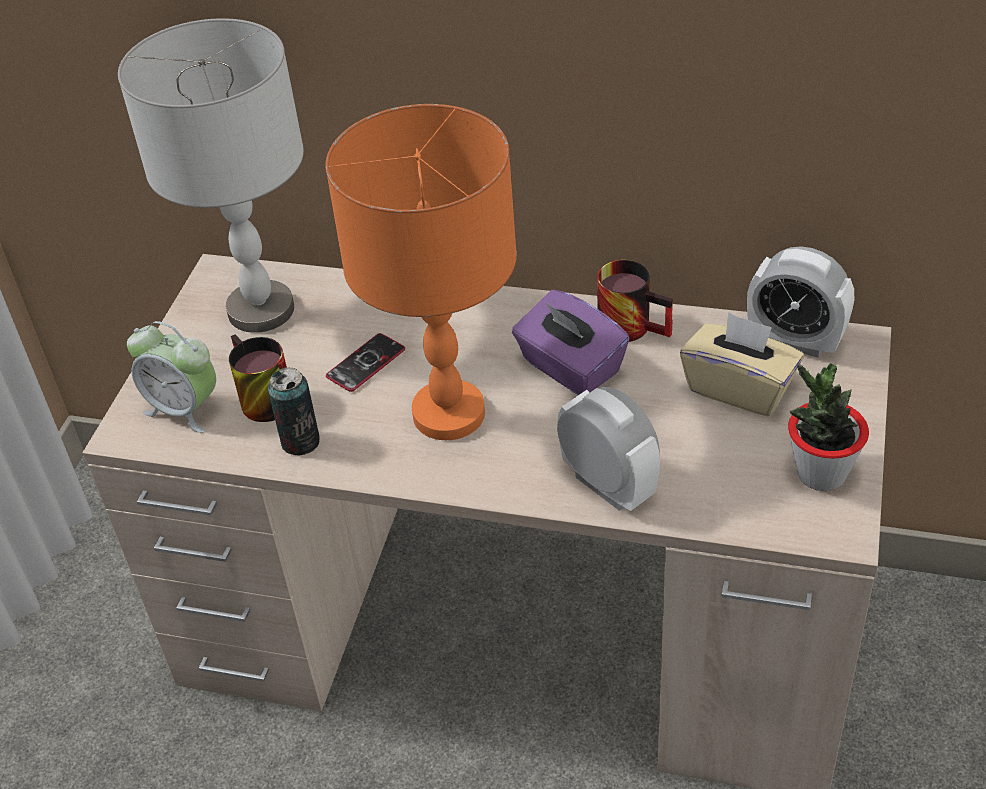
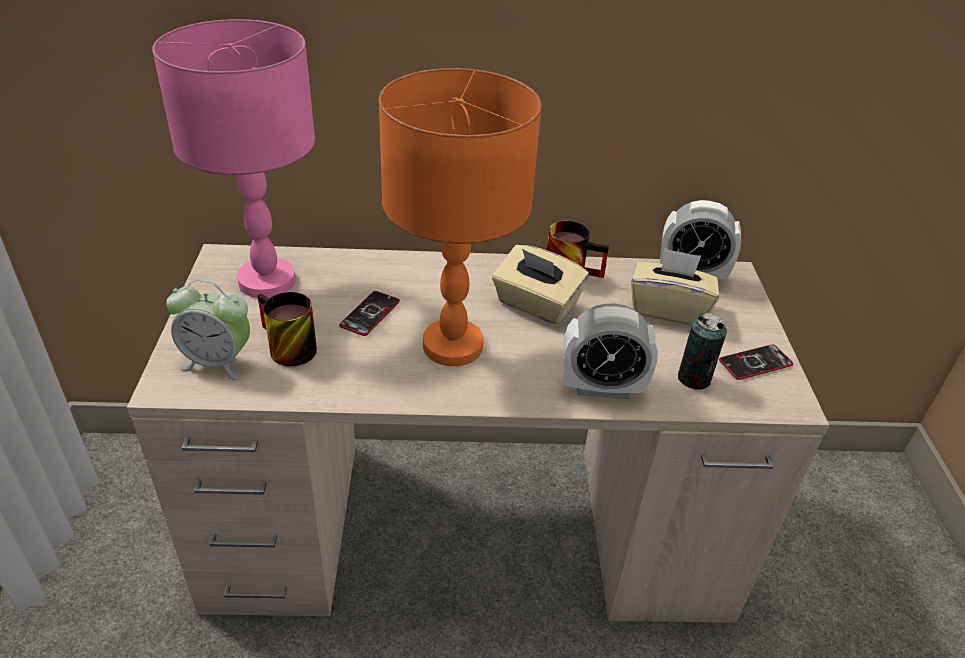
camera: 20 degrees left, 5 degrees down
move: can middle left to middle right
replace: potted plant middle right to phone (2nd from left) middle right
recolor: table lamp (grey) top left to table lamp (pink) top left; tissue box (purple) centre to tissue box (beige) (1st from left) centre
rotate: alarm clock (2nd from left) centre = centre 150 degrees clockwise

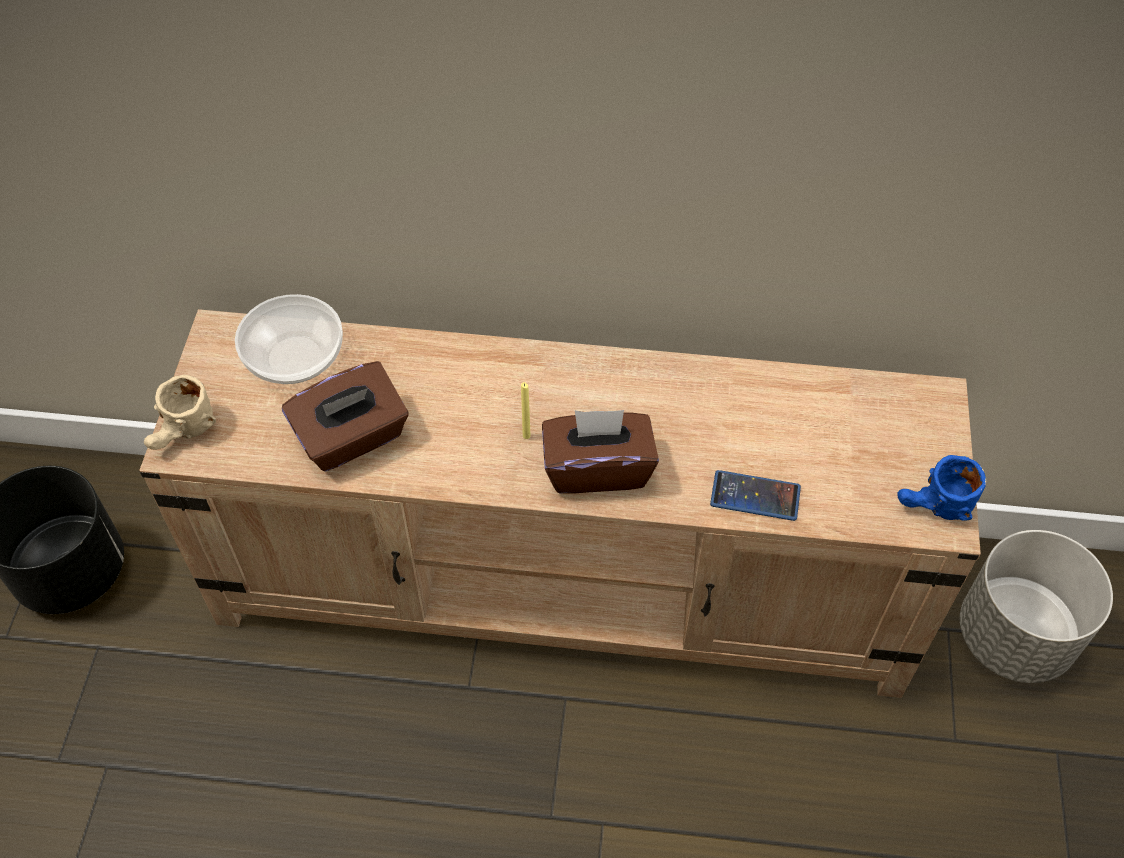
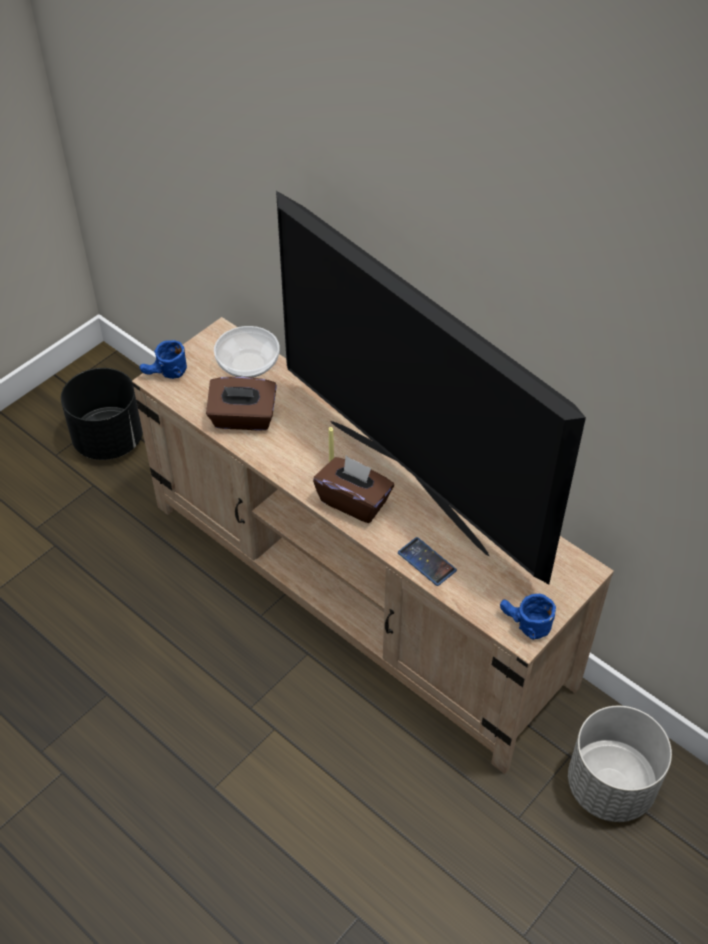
camera: 35 degrees right, 5 degrees down
insert: television centre
recolor: mug (beige) middle left to mug (blue) (1st from left) middle left

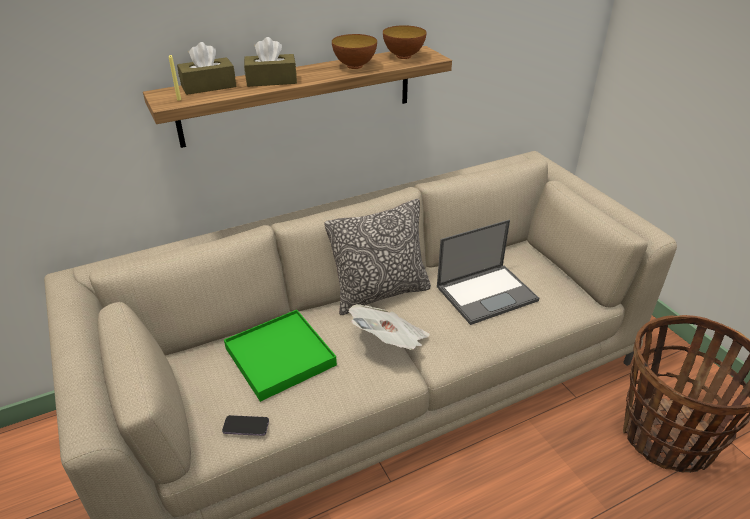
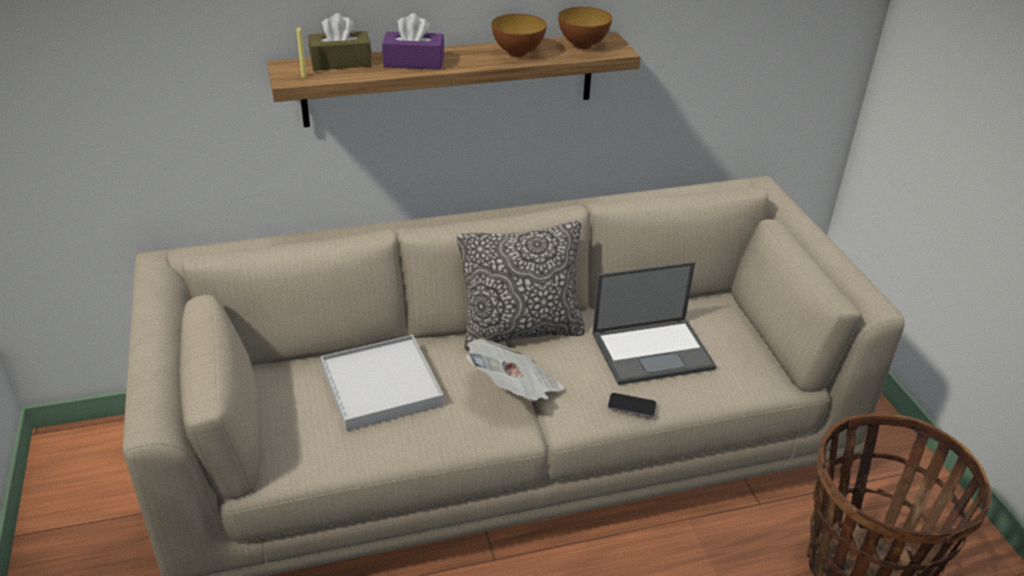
camera: 10 degrees right, 0 degrees up
move: phone bottom left to bottom centre
recolor: tray (green) bottom centre to tray (white) centre; tissue box (brown) (2nd from left) top centre to tissue box (purple) top centre

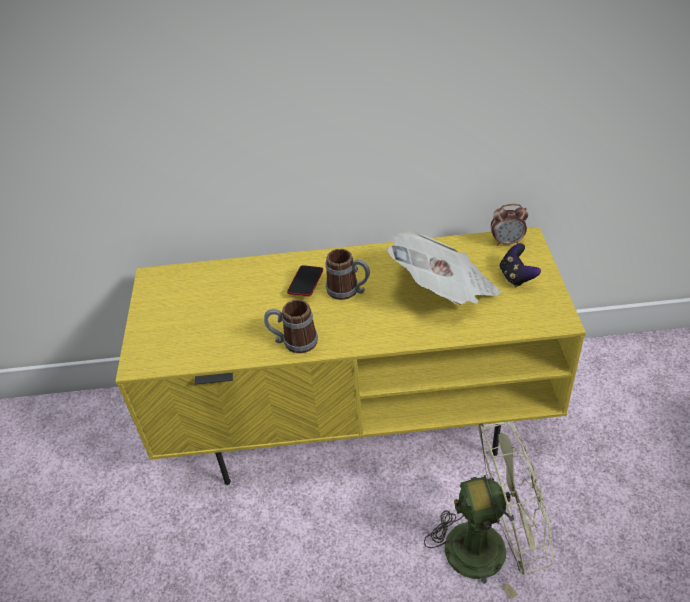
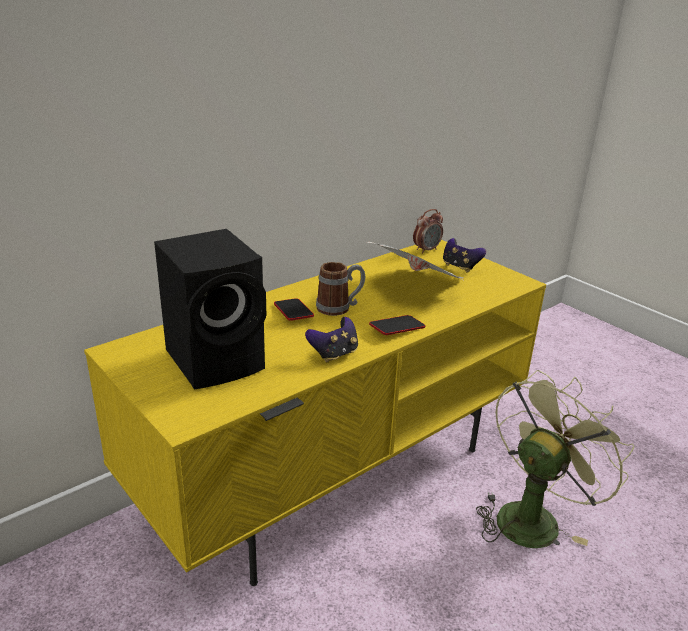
camera: 40 degrees left, 15 degrees down
insert: speaker (black) middle left; phone (2nd from left) centre
replace: mug (1st from left) centre to game controller (1st from left) centre

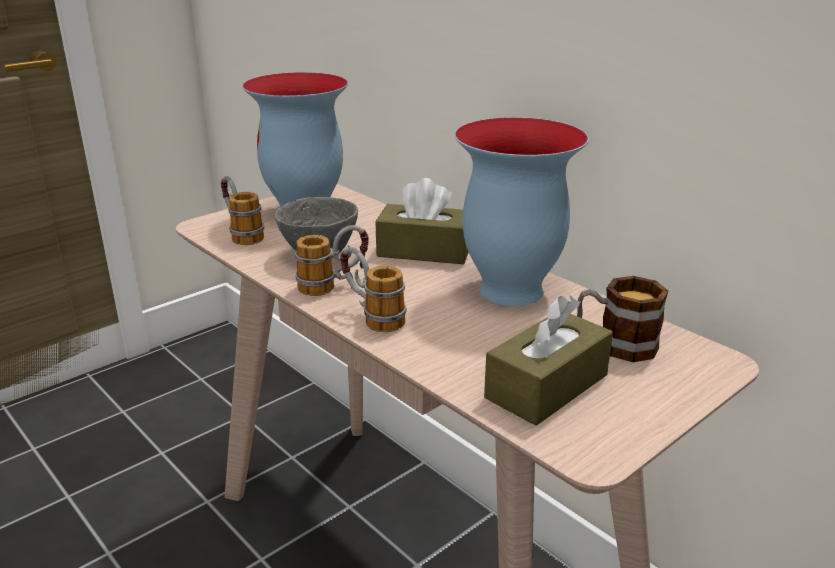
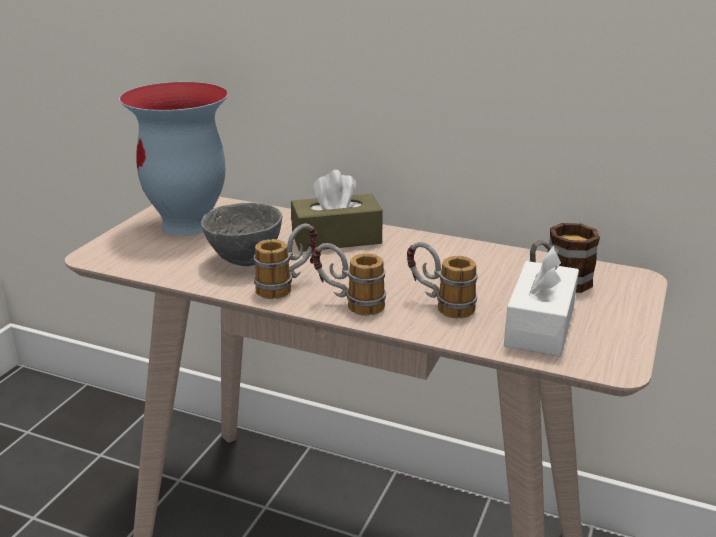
camera: 25 degrees left, 0 degrees up
delete: vase (2nd from left) centre
move: mug (1st from left in the first image) middle left to mug (3rd from left) centre
recolor: tissue box (brown) (2nd from left) centre to tissue box (white) middle right

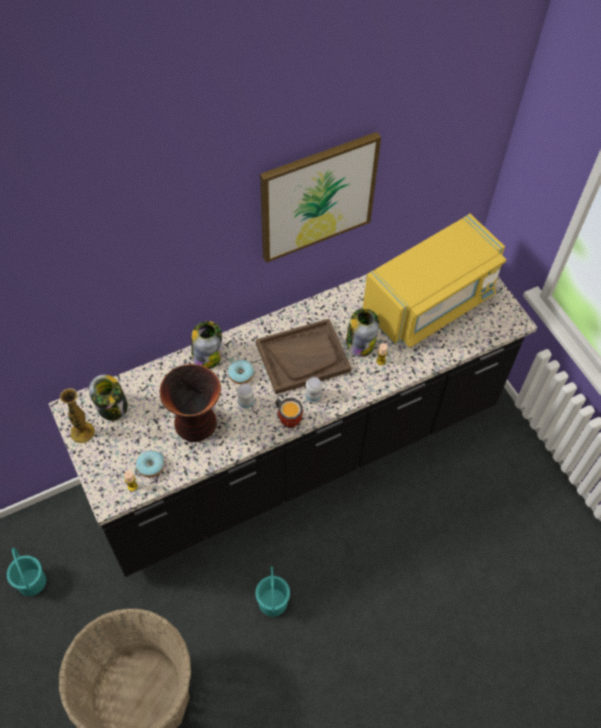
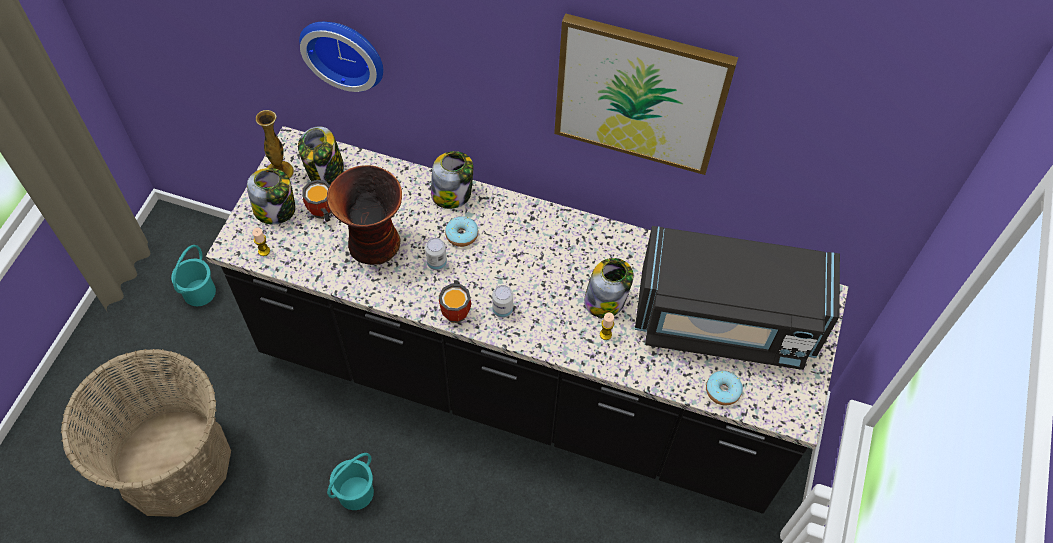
camera: 45 degrees right, 0 degrees up
delete: tray (brown) centre
insert: jar (1st from left) middle left; wall clock top left; mug (1st from left) middle left
move: donut (1st from left in the first image) middle left to donut (2nd from left) bottom right
recolor: microwave (yellow) middle right to microwave (black) middle right

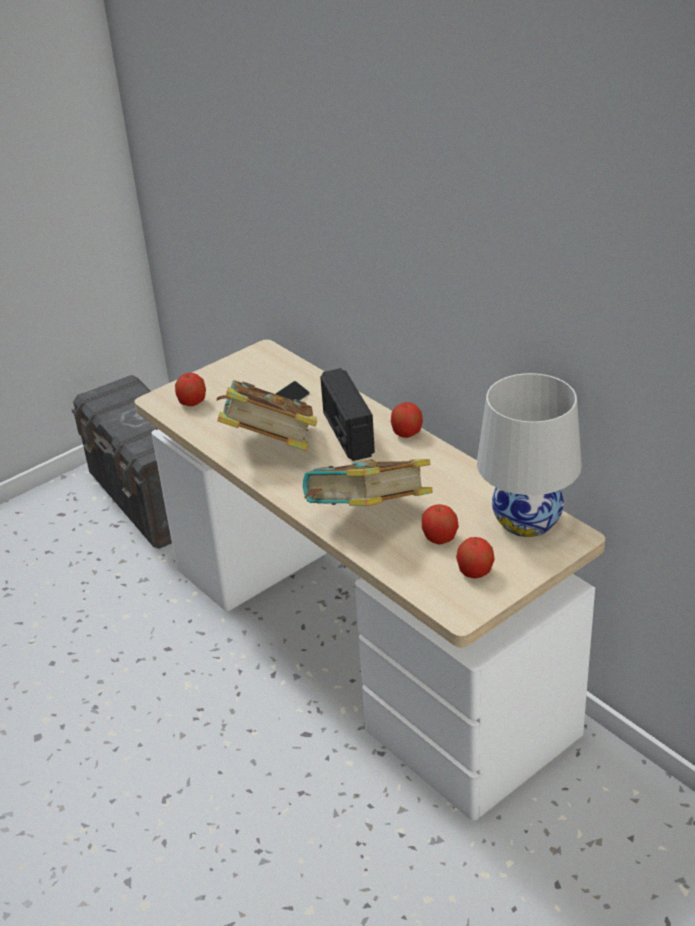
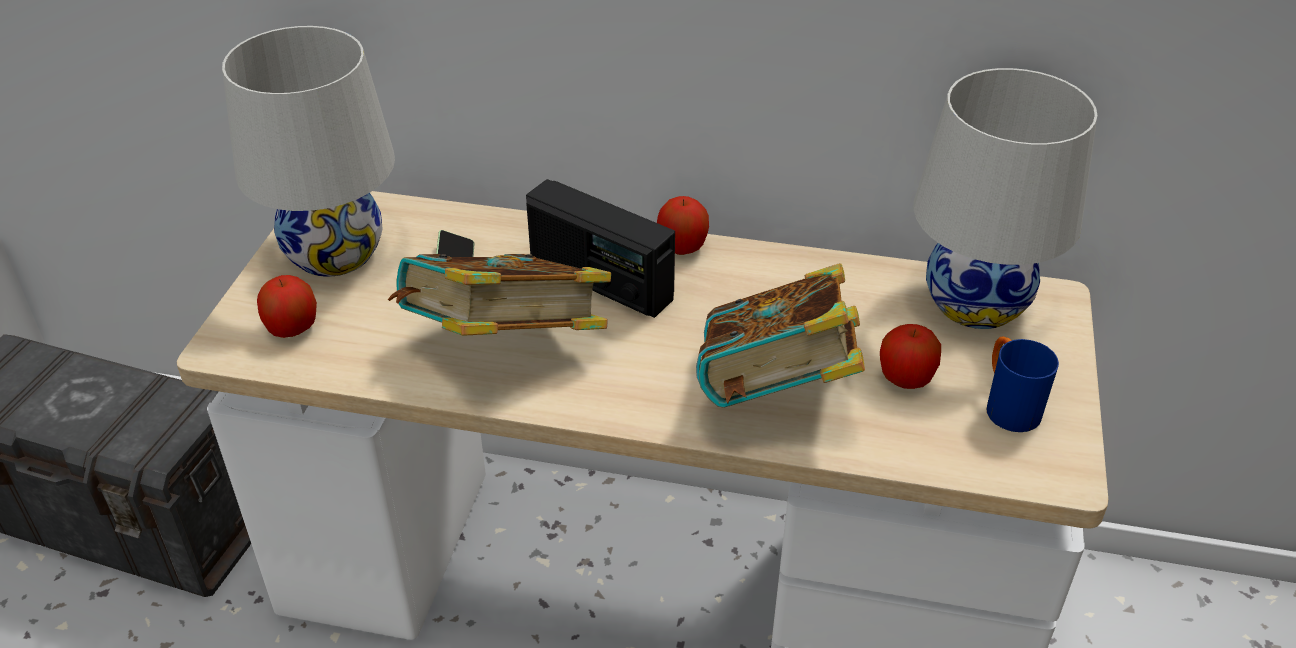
camera: 40 degrees left, 5 degrees up
insert: table lamp (white) (1st from left) top left
replace: apple (4th from left) middle right to mug (blue) middle right

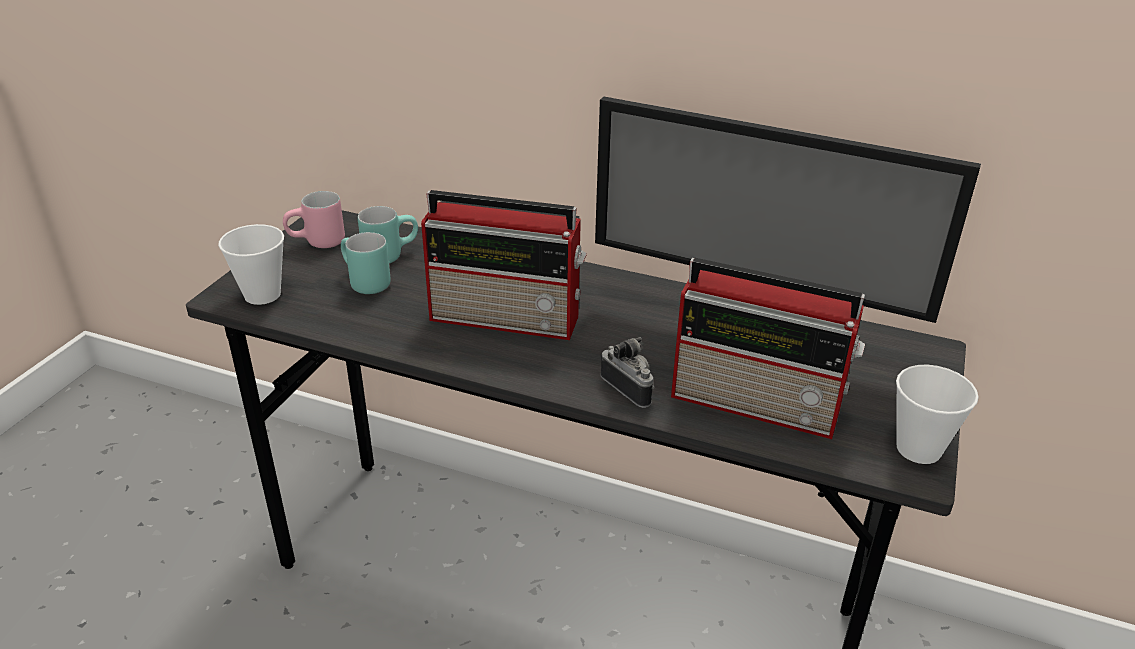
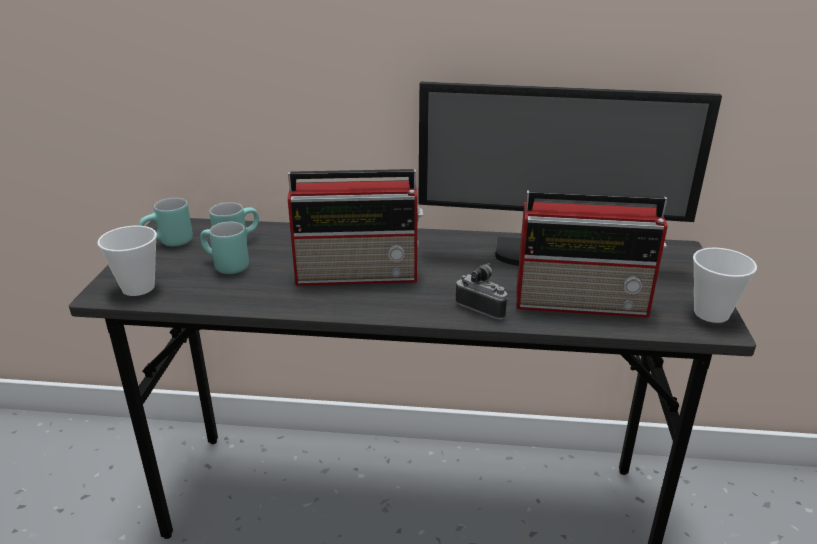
camera: 15 degrees left, 5 degrees down
recolor: mug (pink) middle left to mug (turquoise) (1st from left) middle left

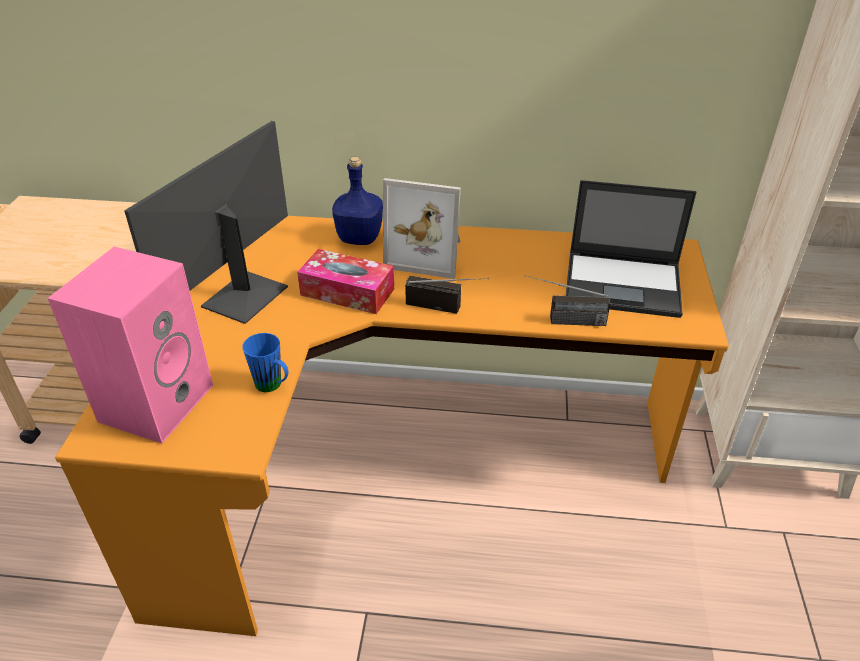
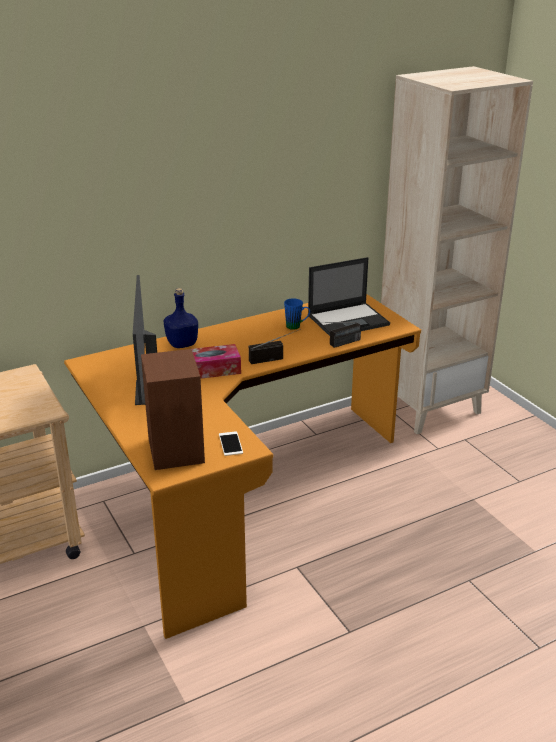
camera: 35 degrees left, 10 degrees down
delete: picture frame centre
insert: phone centre
move: mug (blue) middle left to centre
recolor: speaker (pink) middle left to speaker (brown) middle left

